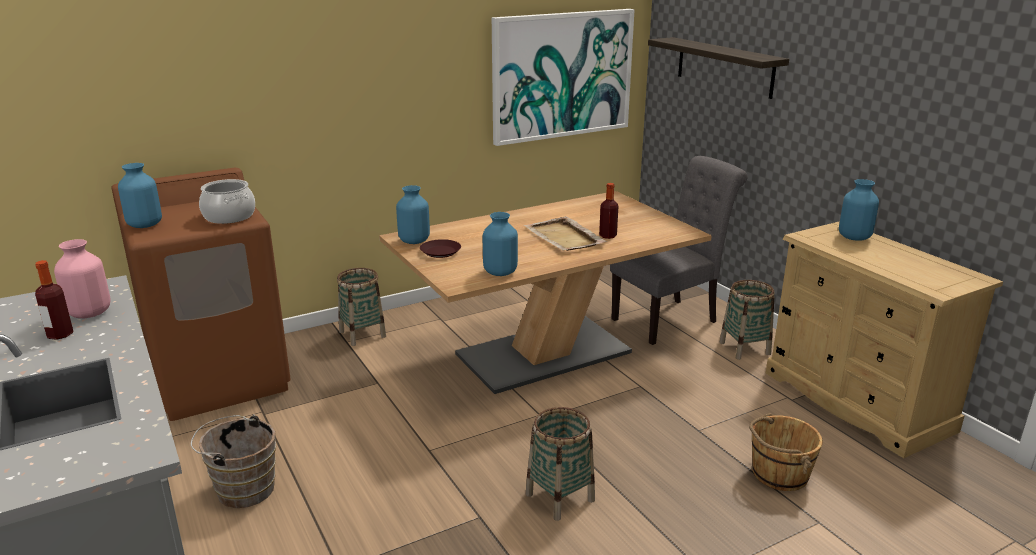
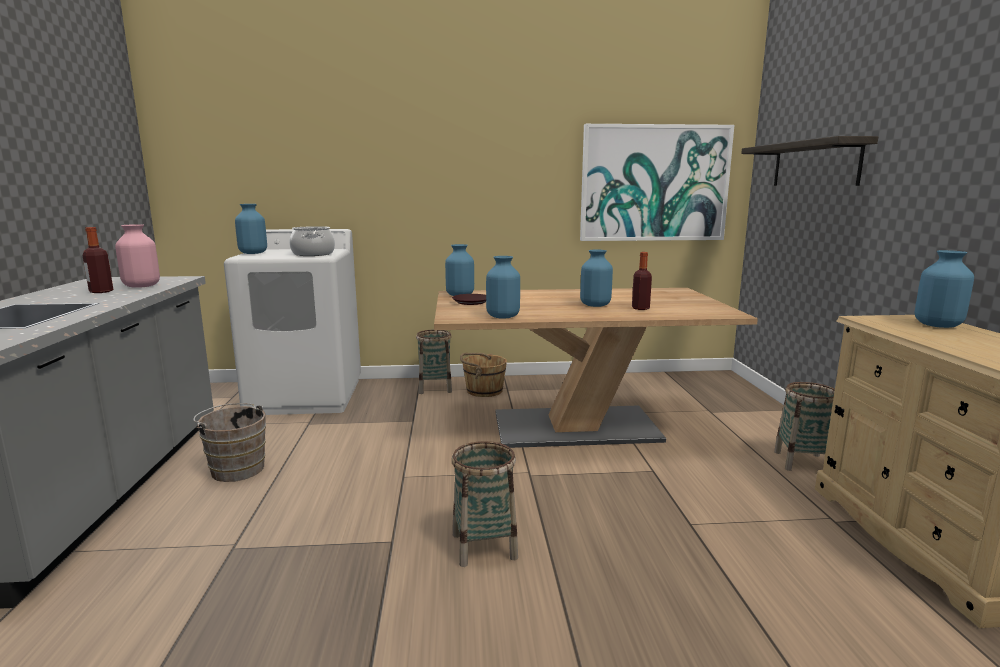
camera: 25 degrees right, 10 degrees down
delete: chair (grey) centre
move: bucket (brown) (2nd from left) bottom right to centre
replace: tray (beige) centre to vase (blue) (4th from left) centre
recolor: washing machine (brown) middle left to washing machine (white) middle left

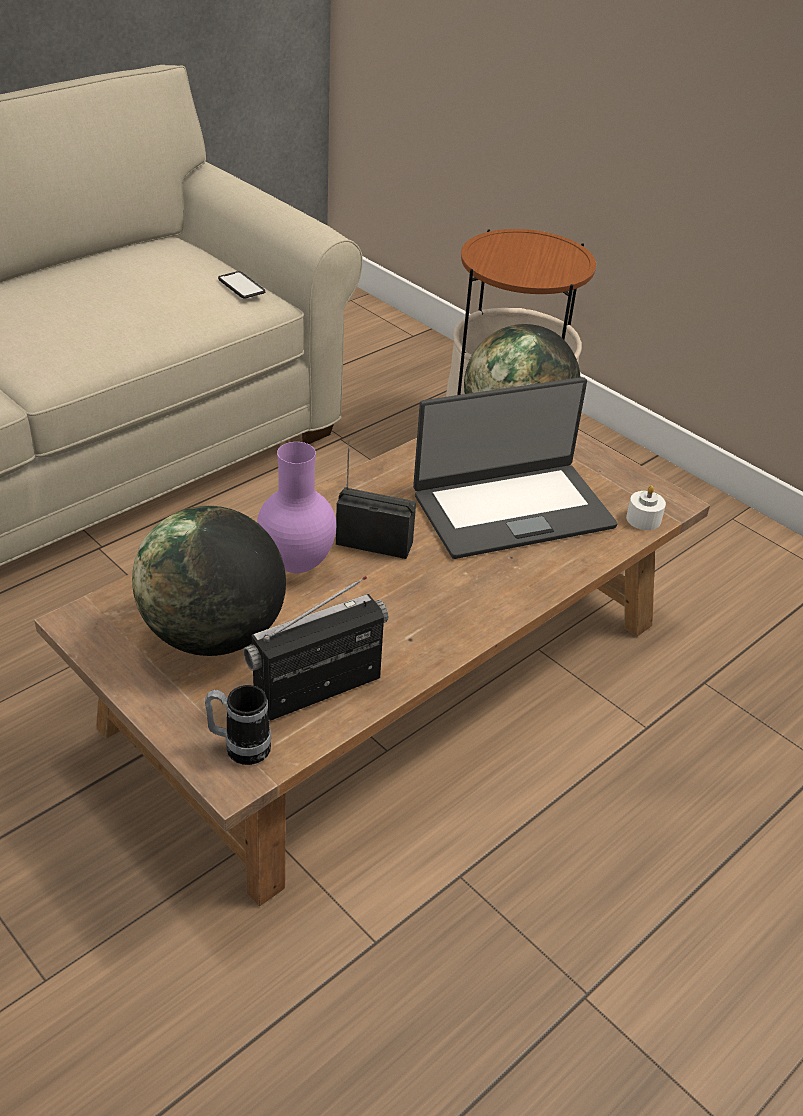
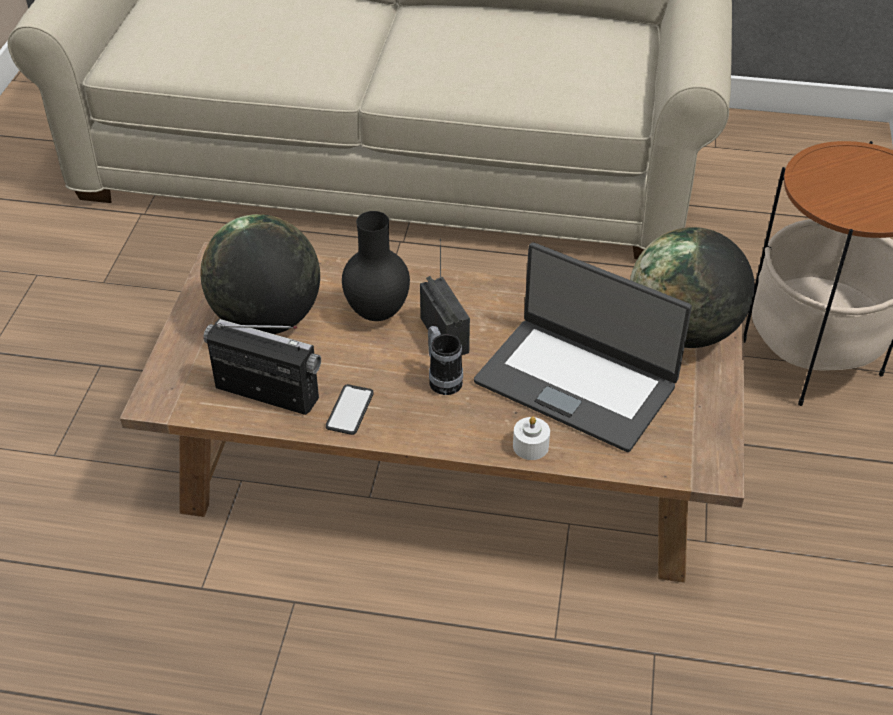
camera: 55 degrees right, 5 degrees up
move: mug middle left to centre; phone top left to centre; candle (white) middle right to centre
recolor: vase (purple) centre to vase (black) centre

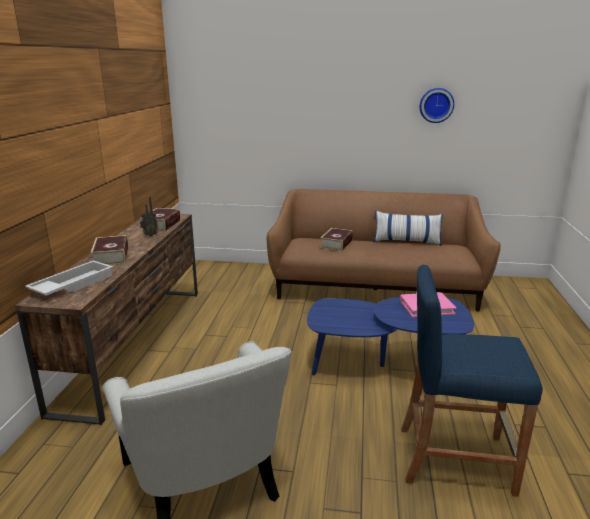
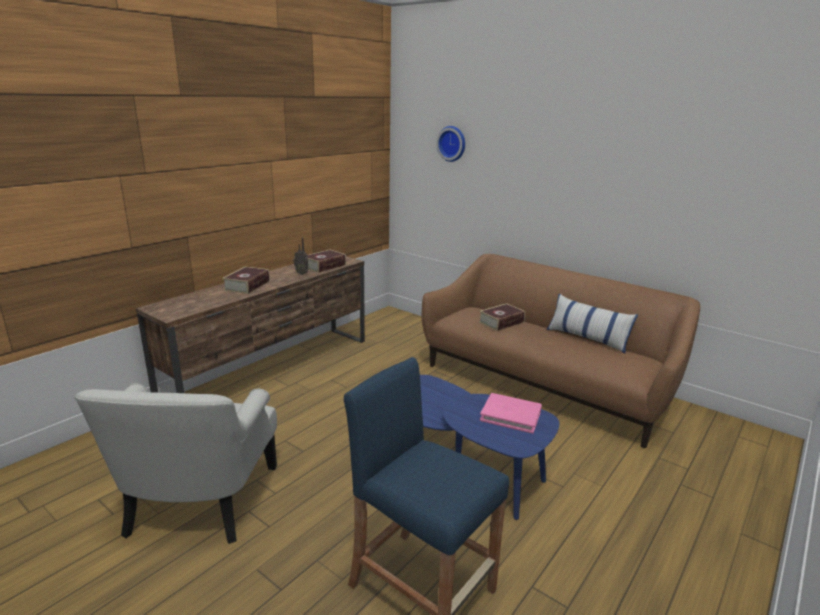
camera: 30 degrees right, 0 degrees up
delete: tray (white) middle left
move: wall clock top right to top centre

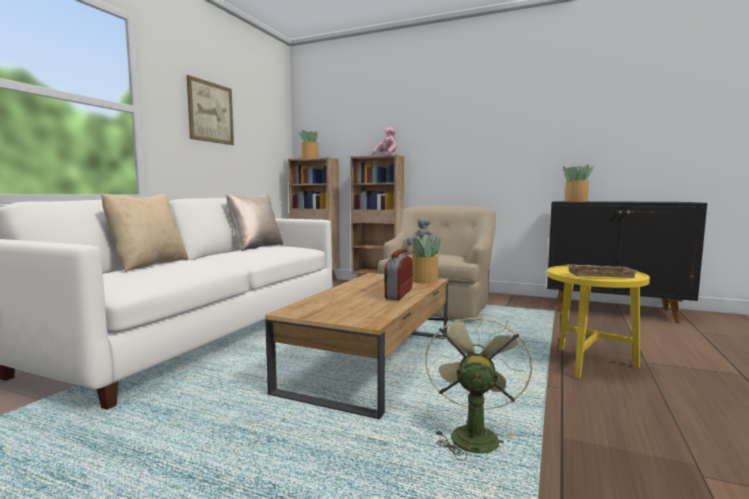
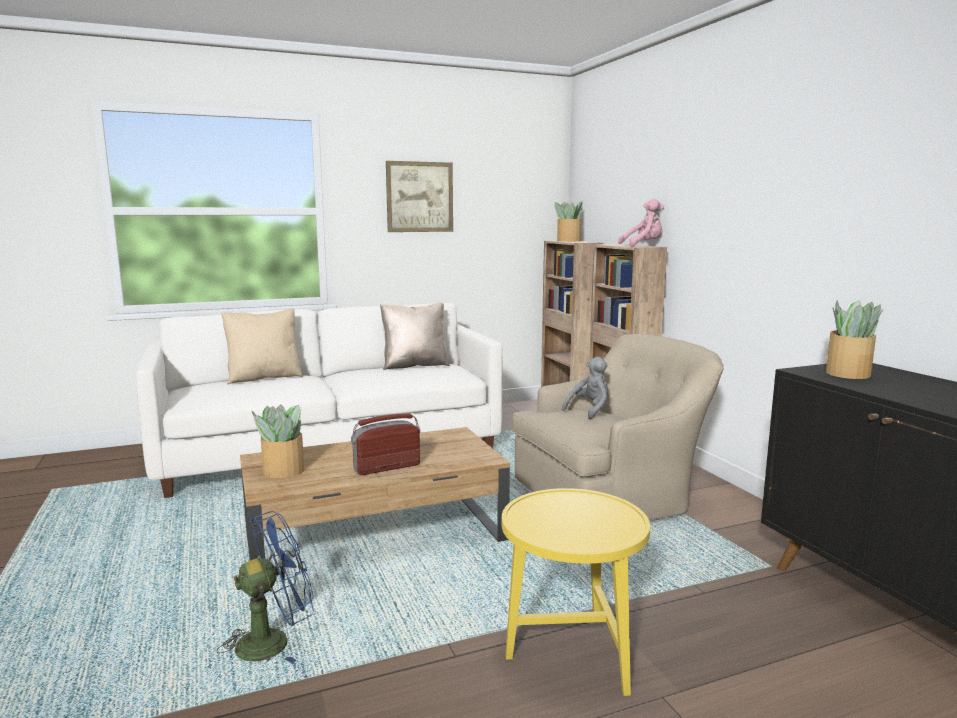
camera: 45 degrees right, 5 degrees up
delete: tray (beige) middle right
move: potted plant (2nd from left in the first image) centre to potted plant (1st from left) middle left
recolor: fan (green) bottom centre to fan (blue) bottom left

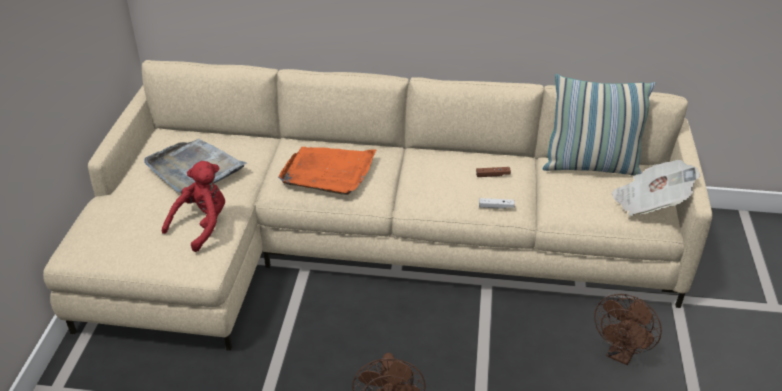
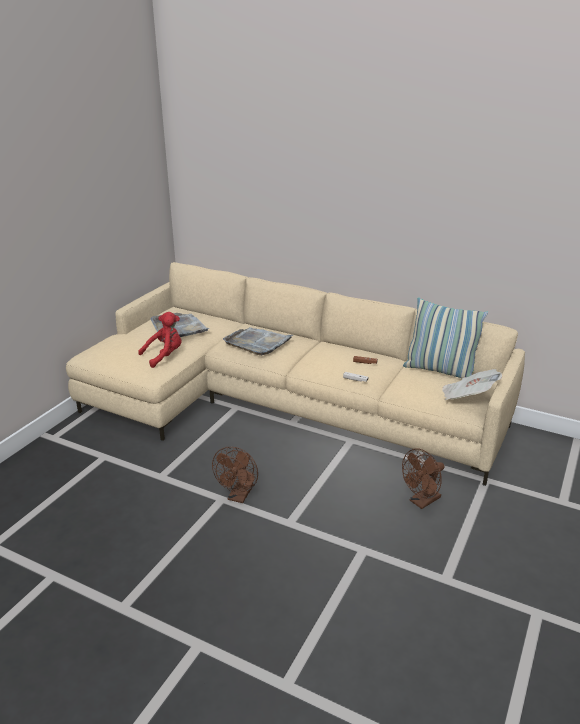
camera: 20 degrees right, 10 degrees down
recolor: tray (orange) centre to tray (grey) (2nd from left) centre

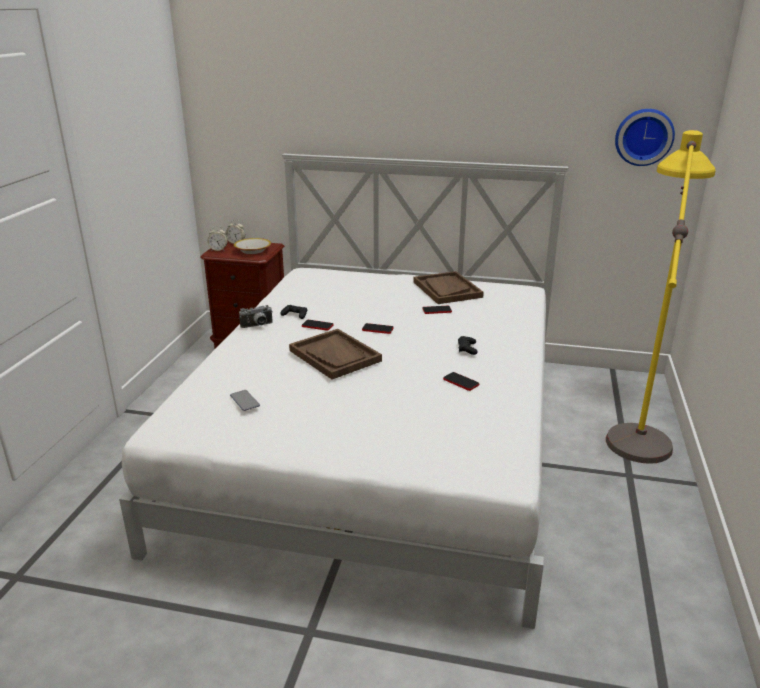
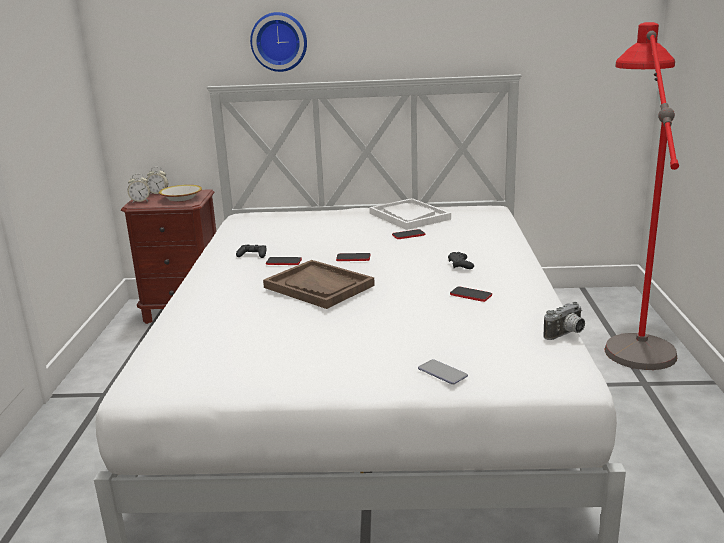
camera: 10 degrees left, 5 degrees down
move: phone (1st from left in the first image) middle left to phone (4th from left) bottom centre; photo camera centre to middle right; wall clock top right to top centre
recolor: tray (brown) (2nd from left) centre to tray (white) centre; floor lamp (yellow) middle right to floor lamp (red) middle right

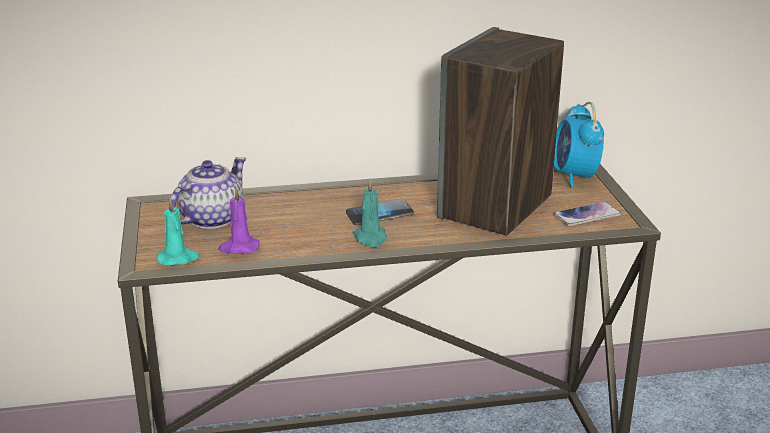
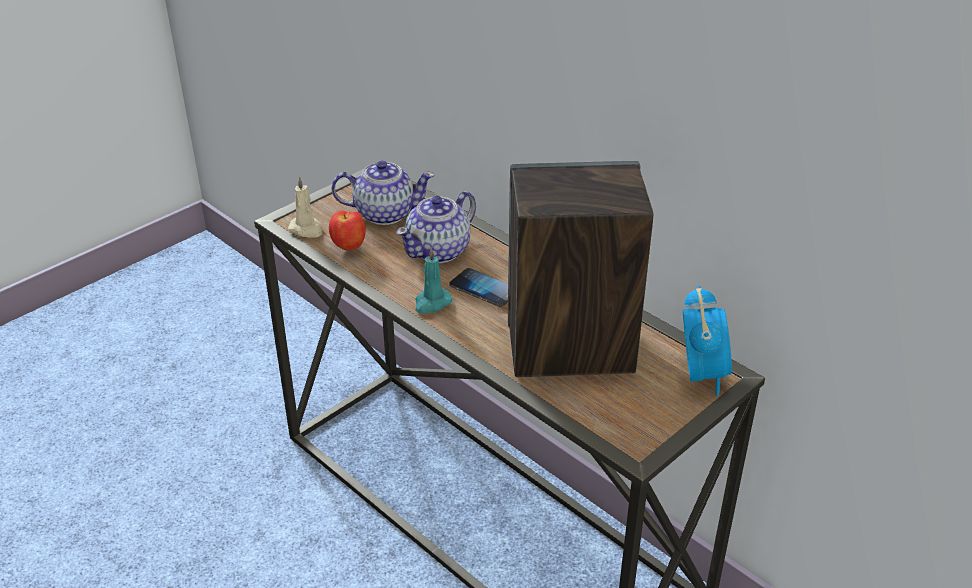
camera: 55 degrees right, 10 degrees up
delete: phone (2nd from left) middle right
insert: teapot (2nd from left) centre
replace: candle (purple) middle left to apple centre
recolor: candle (turquoise) (1st from left) middle left to candle (beige) middle left
rotate: alarm clock top right = middle right 135 degrees clockwise

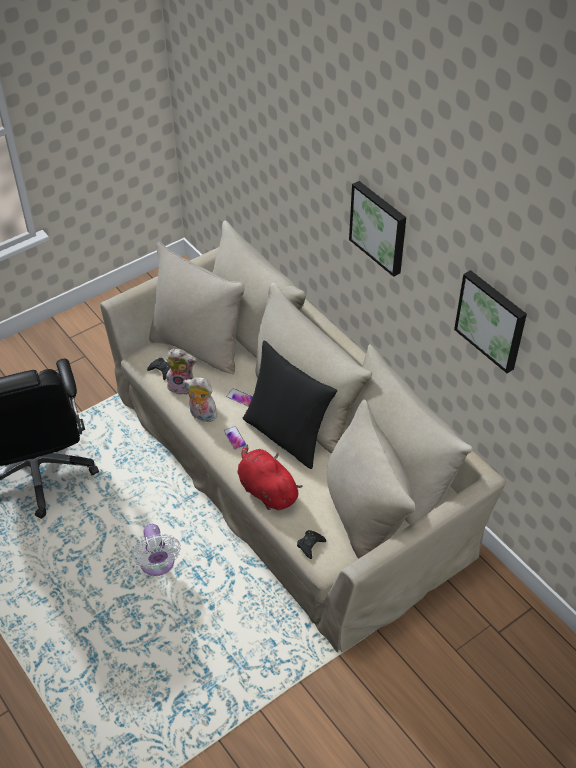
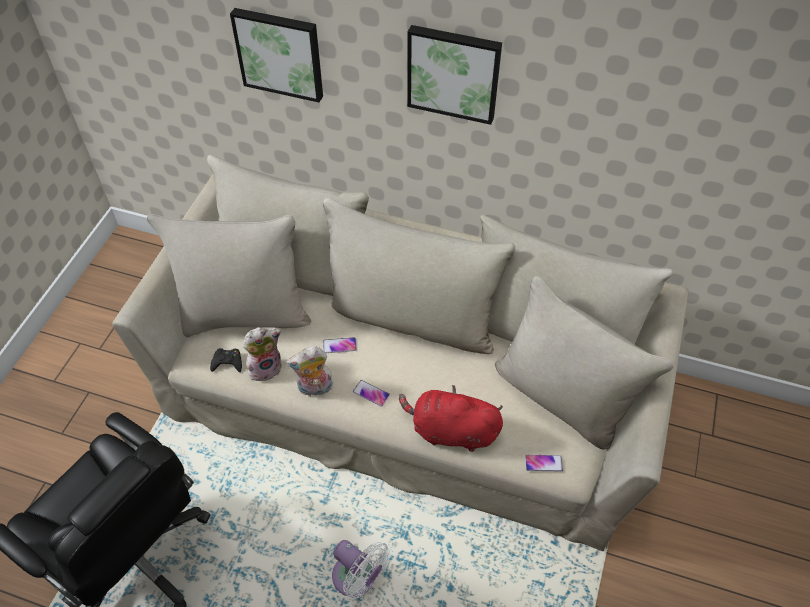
camera: 35 degrees left, 5 degrees up
delete: pillow (black) centre
move: picture (2nd from left in the first image) middle right to picture (1st from left) top centre
replace: game controller (black) (2nd from left) bottom centre to phone (3rd from left) bottom right

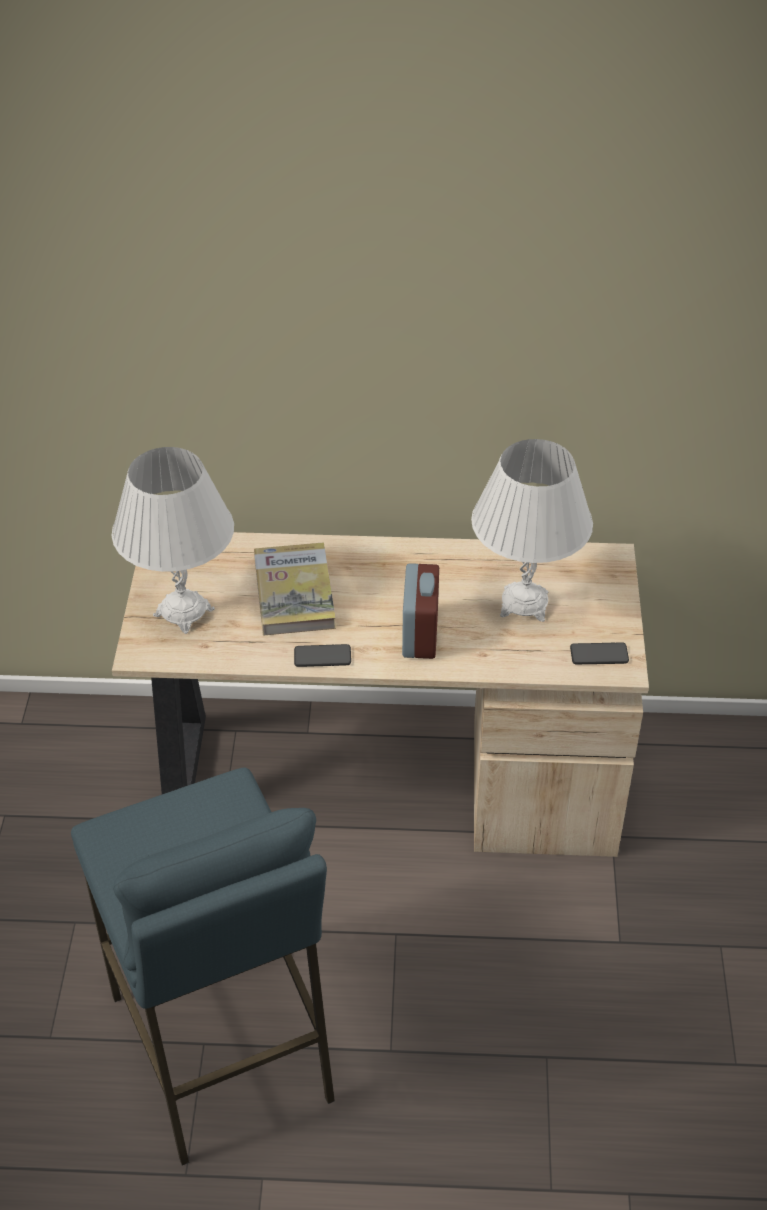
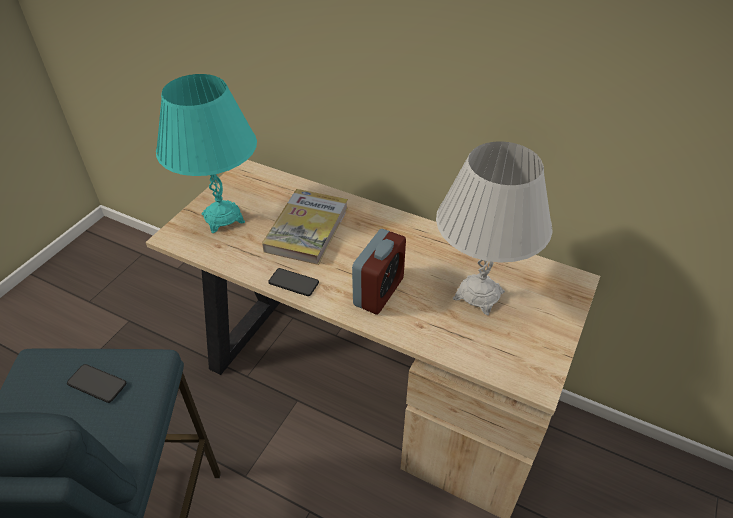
camera: 25 degrees right, 0 degrees up
move: phone (2nd from left in the first image) middle right to phone (1st from left) bottom left
recolor: table lamp (white) (1st from left) middle left to table lamp (turquoise) top left

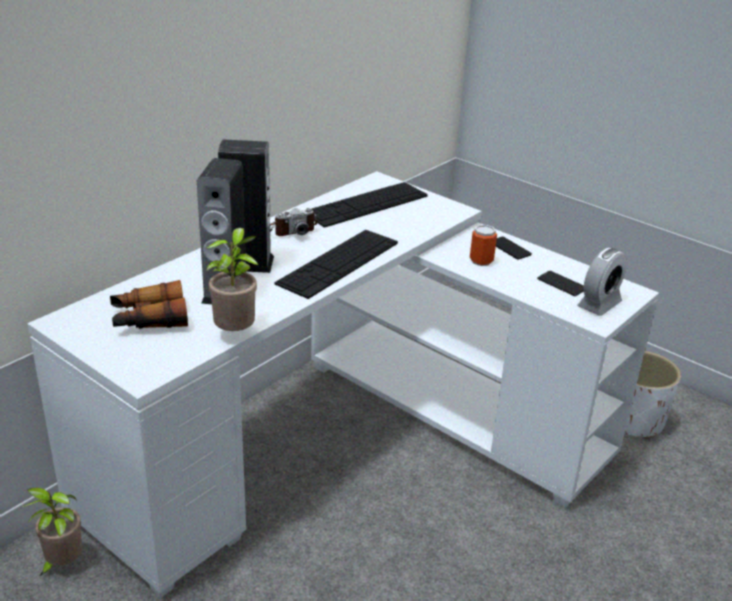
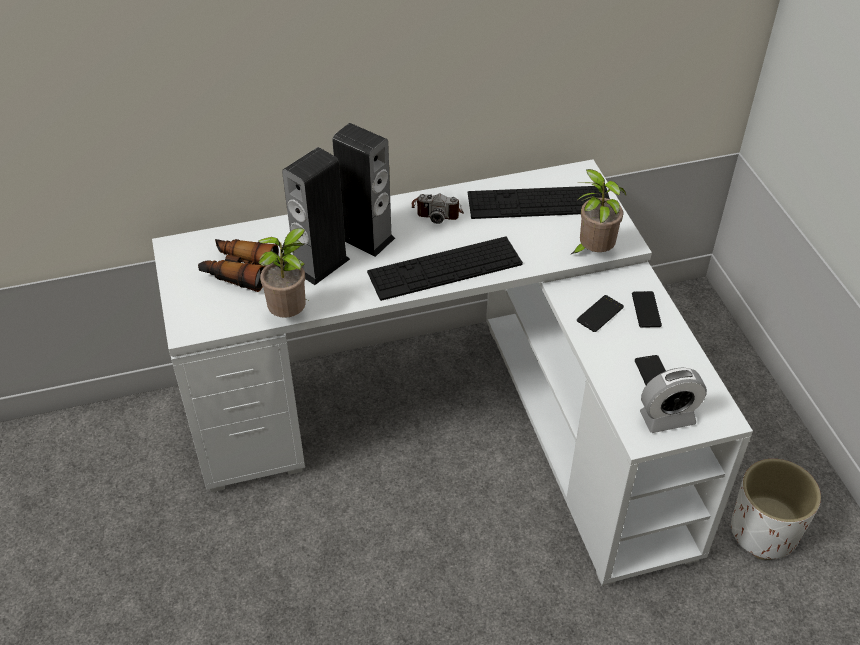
camera: 35 degrees right, 15 degrees up
move: potted plant (1st from left in the first image) bottom left to potted plant (2nd from left) top right
replace: can centre to phone (1st from left) middle right

